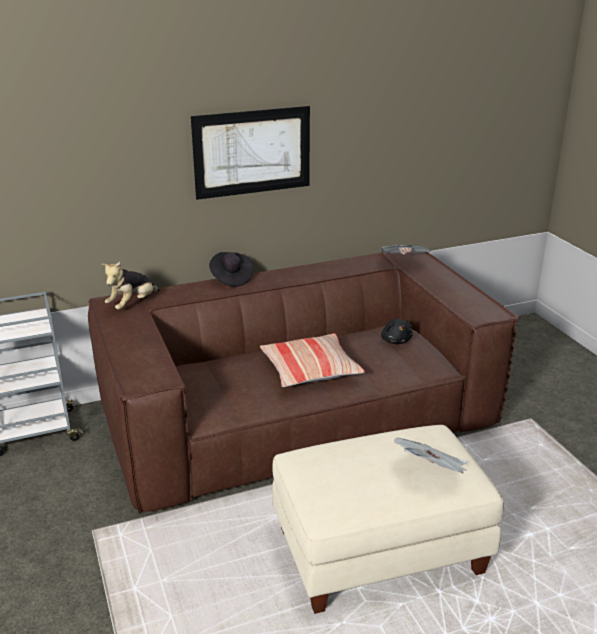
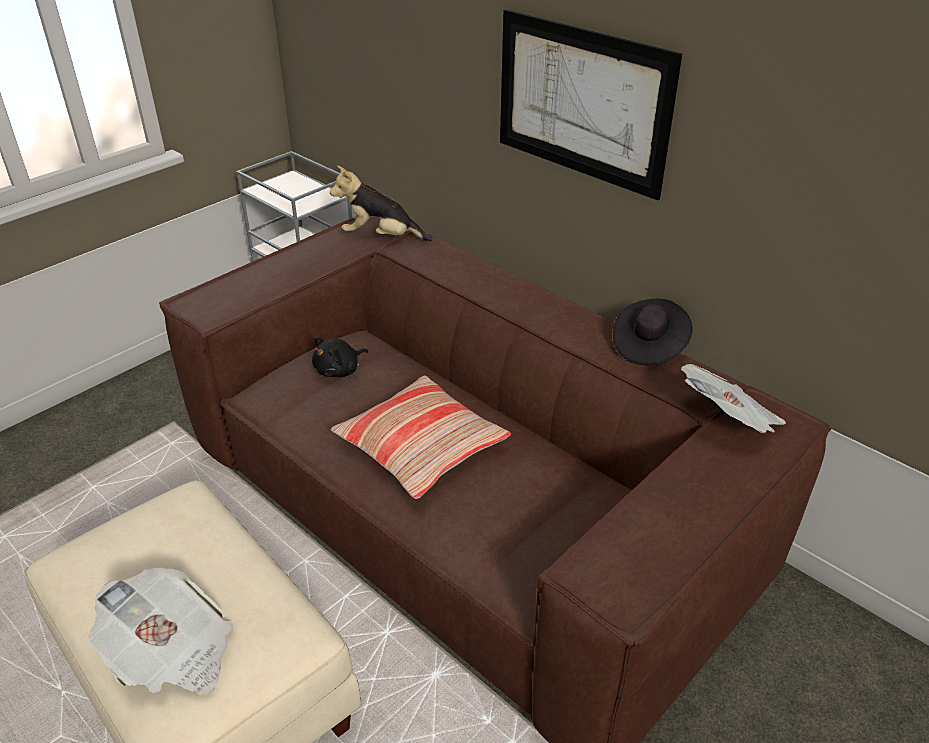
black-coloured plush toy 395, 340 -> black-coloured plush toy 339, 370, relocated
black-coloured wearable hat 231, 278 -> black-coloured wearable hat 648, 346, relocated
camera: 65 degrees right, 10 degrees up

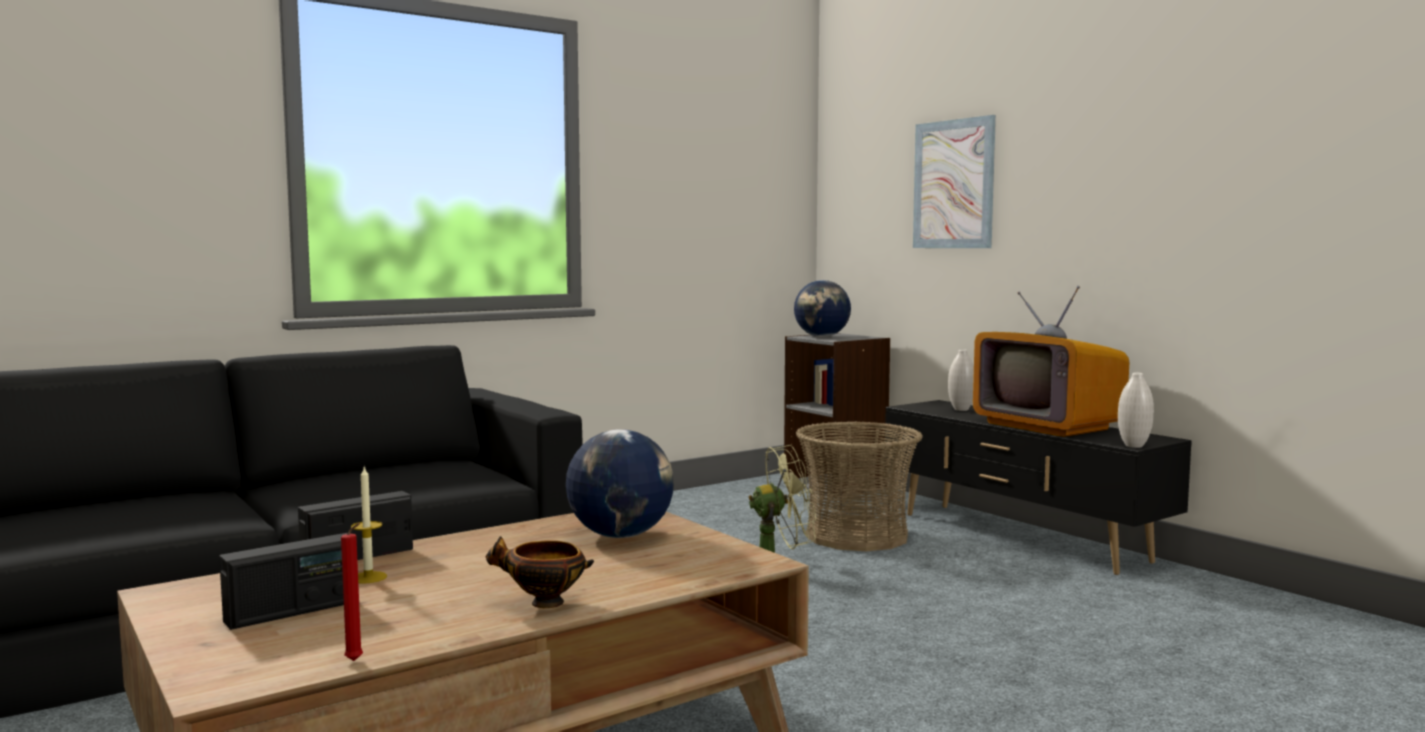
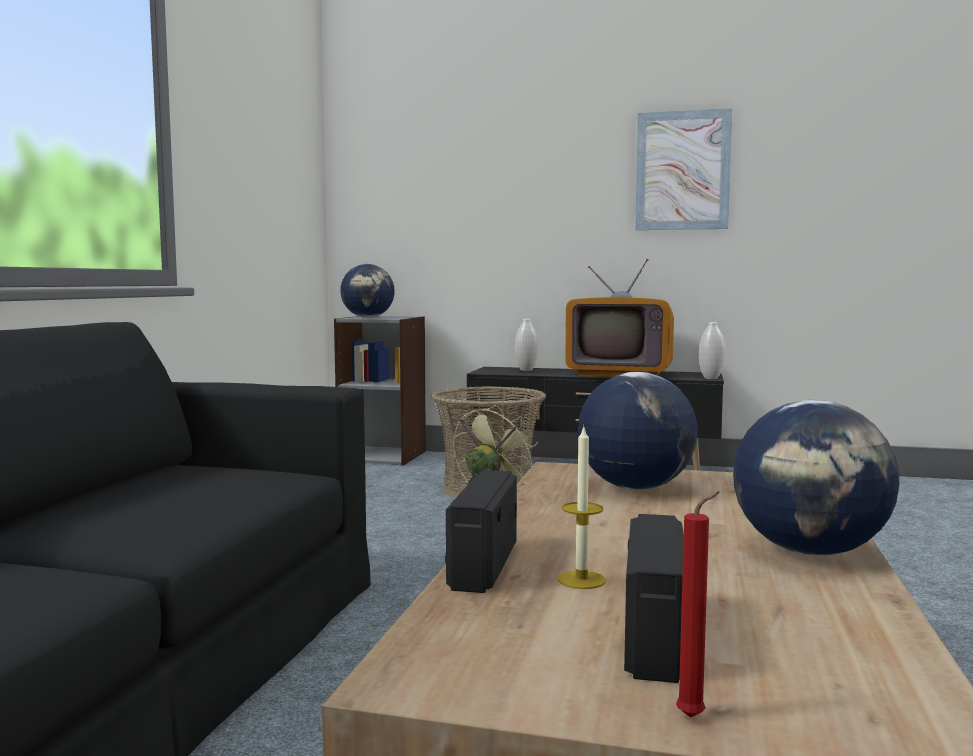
wall picture 953, 184 -> wall picture 682, 171, relocated
reddish wax light 356, 661 -> reddish wax light 695, 717, relocated
deep dish 543, 603 -> desk globe 811, 551
camera: 40 degrees left, 0 degrees up

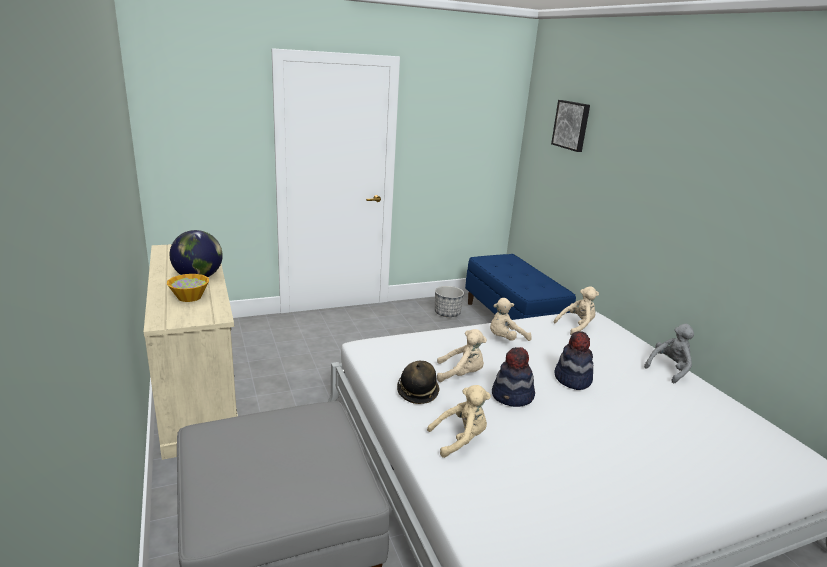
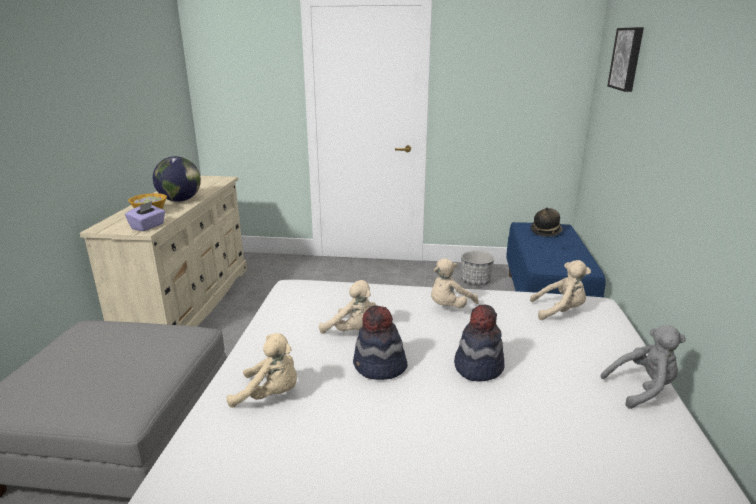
none -> purple-coloured box of tissues 148, 226
beige plush toy 505, 339 -> beige plush toy 449, 307, 45 degrees counterclockwise
wearable hat 417, 392 -> wearable hat 545, 231, relocated
camera: 30 degrees right, 0 degrees up

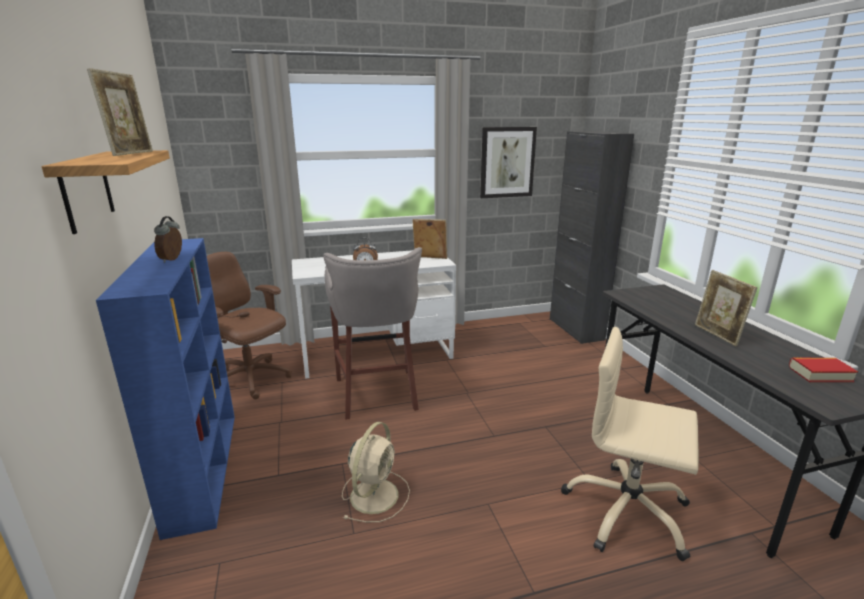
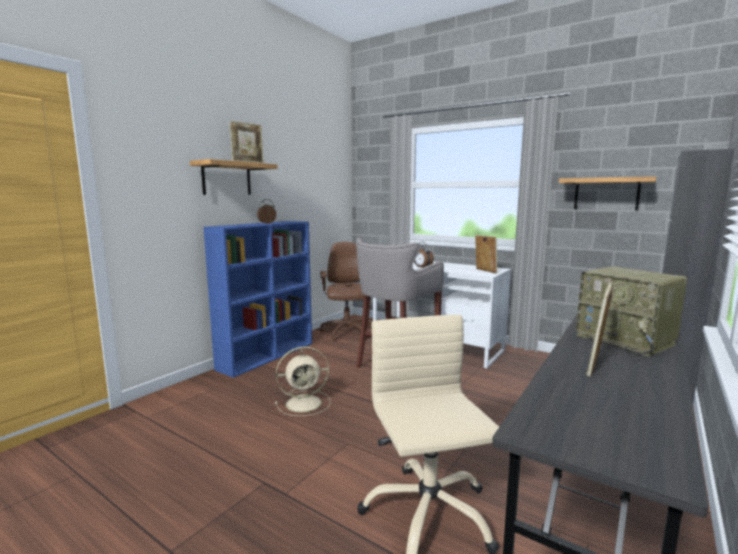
wall picture 507, 162 -> shelf 606, 194
none -> radio set 626, 340
volume 820, 374 -> none
camera: 50 degrees right, 10 degrees down

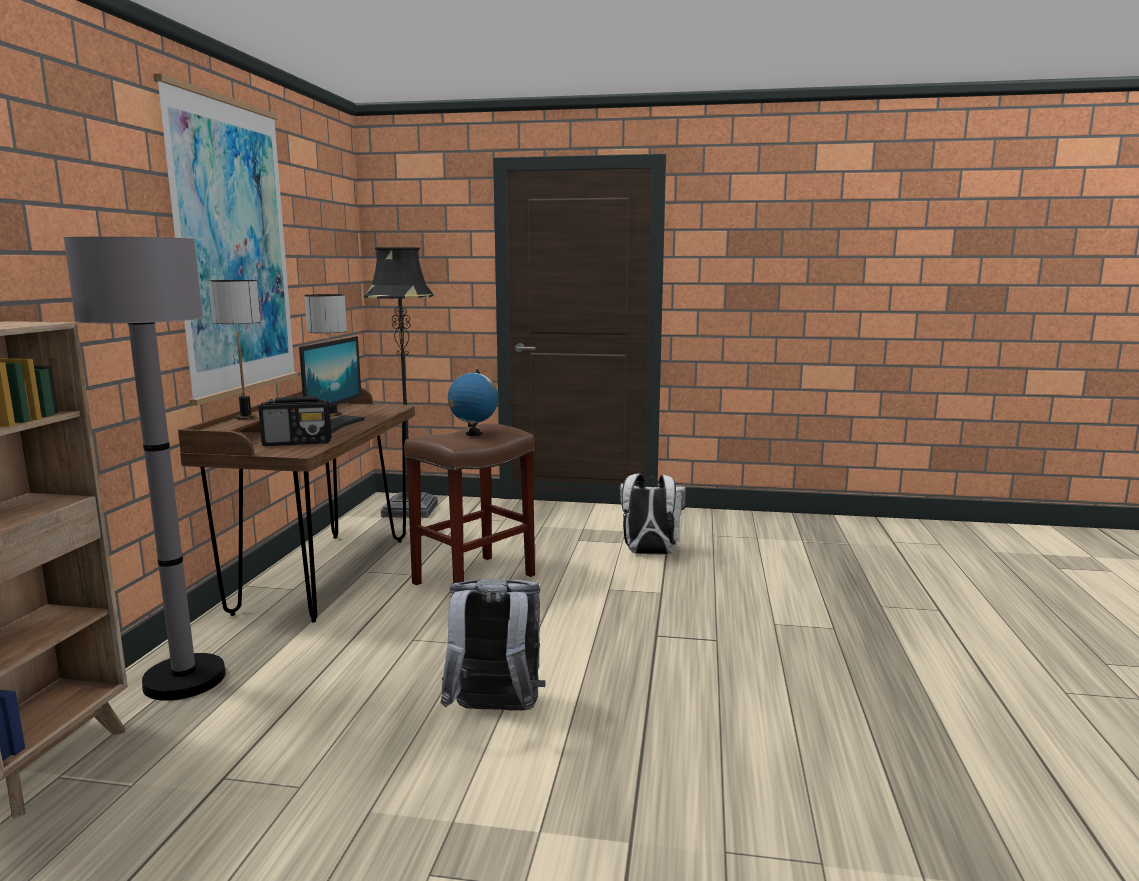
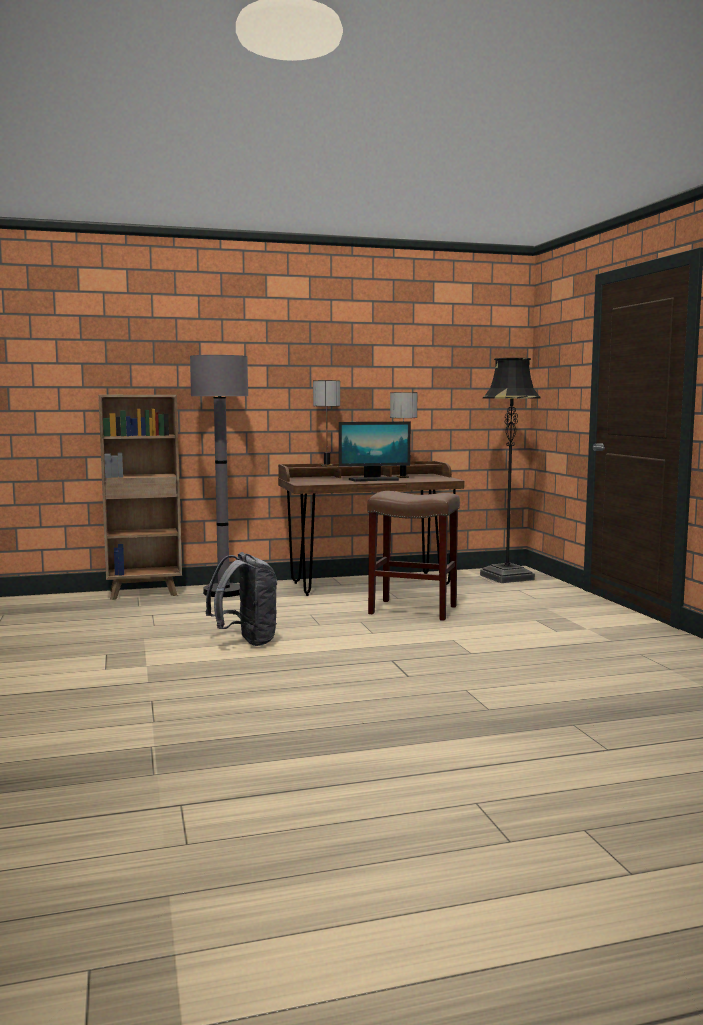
wall picture 233, 248 -> none
radio set 298, 443 -> none
desk globe 473, 434 -> none
white backpack 649, 553 -> none
camera: 65 degrees right, 5 degrees down

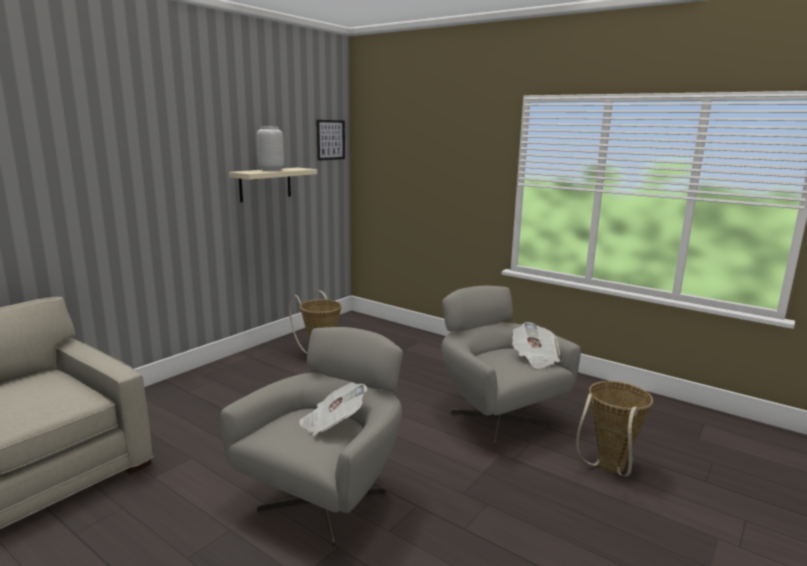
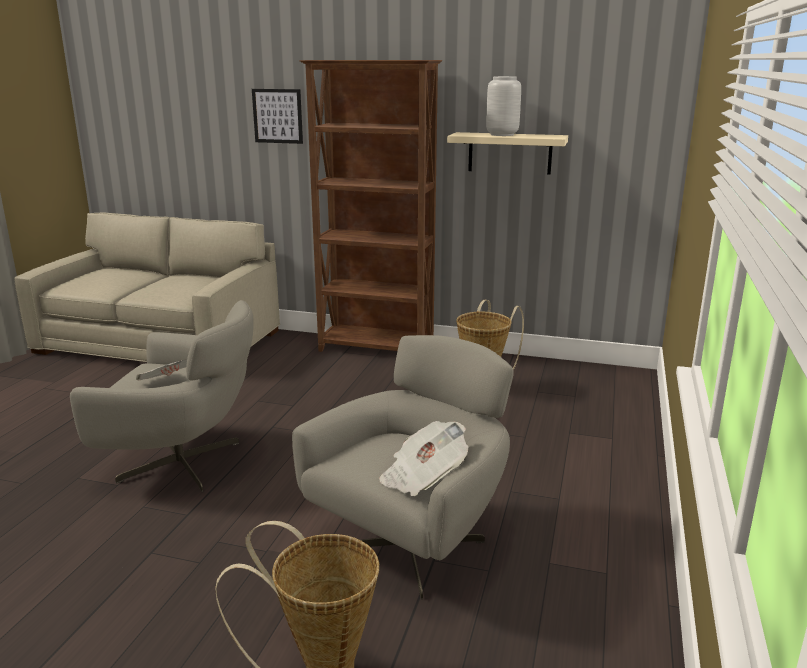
wall picture 330, 140 -> wall picture 277, 116, relocated
none -> brownish bookshelf 377, 349
camera: 70 degrees right, 5 degrees up

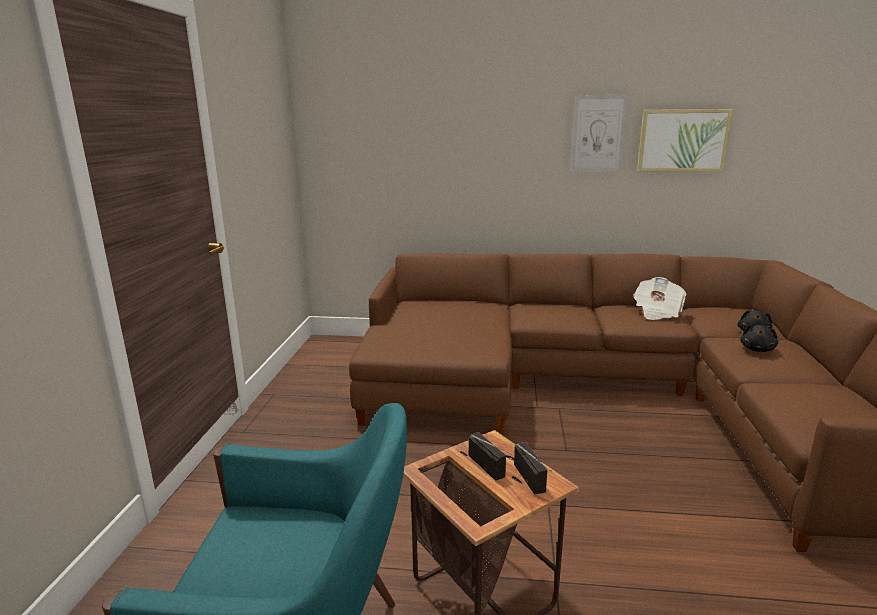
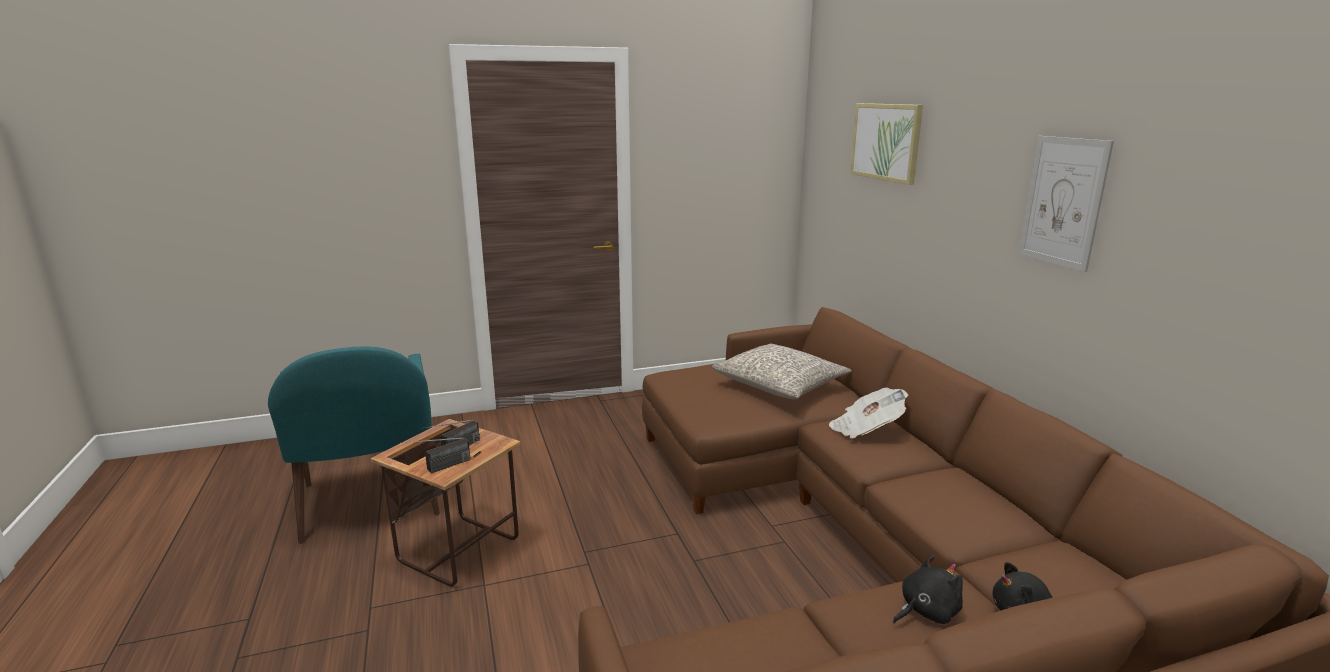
none -> greyish pillow 780, 385
newspaper 657, 312 -> newspaper 866, 429, relocated
wall picture 682, 140 -> wall picture 886, 142, relocated
black-coloured plush toy 757, 349 -> black-coloured plush toy 926, 611, 150 degrees clockwise
camera: 65 degrees right, 0 degrees up

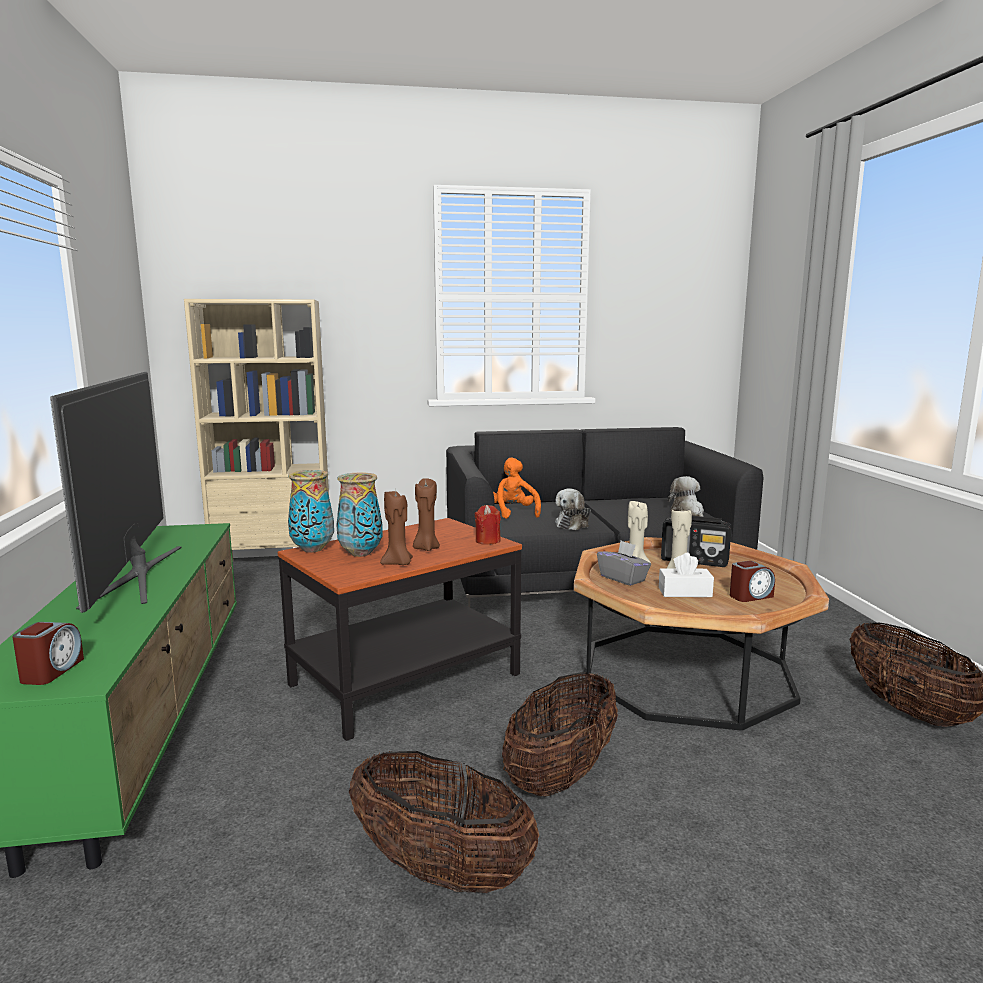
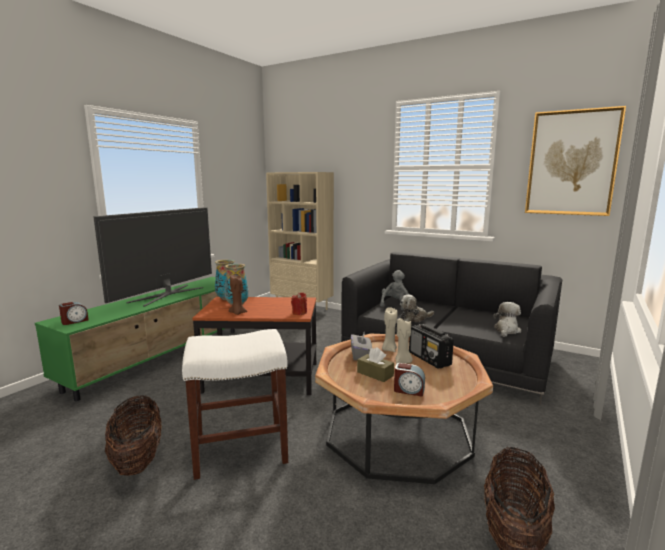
household basket 561, 775 -> white sitting stool 242, 449
white box of tissues 685, 592 -> brownish box of tissues 375, 374
orange-coloured plush toy 513, 513 -> greyish plush toy 395, 304
none -> wall picture 571, 163
brownish wax light 426, 548 -> none
camera: 40 degrees right, 0 degrees up

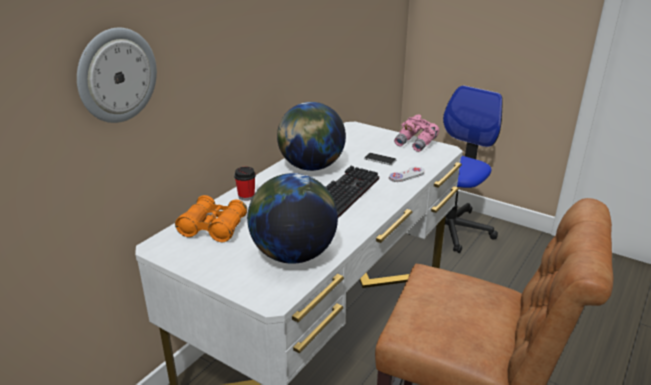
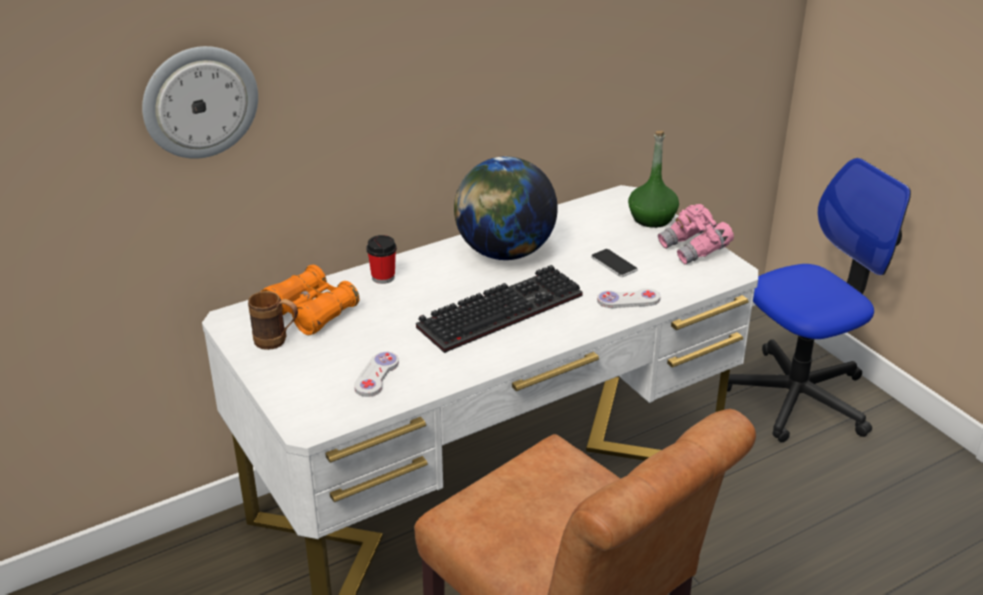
none -> brownish coffee mug 277, 342
desk globe 293, 254 -> white joypad 376, 375
none -> green-coloured bottle 651, 218
camera: 25 degrees right, 5 degrees up

